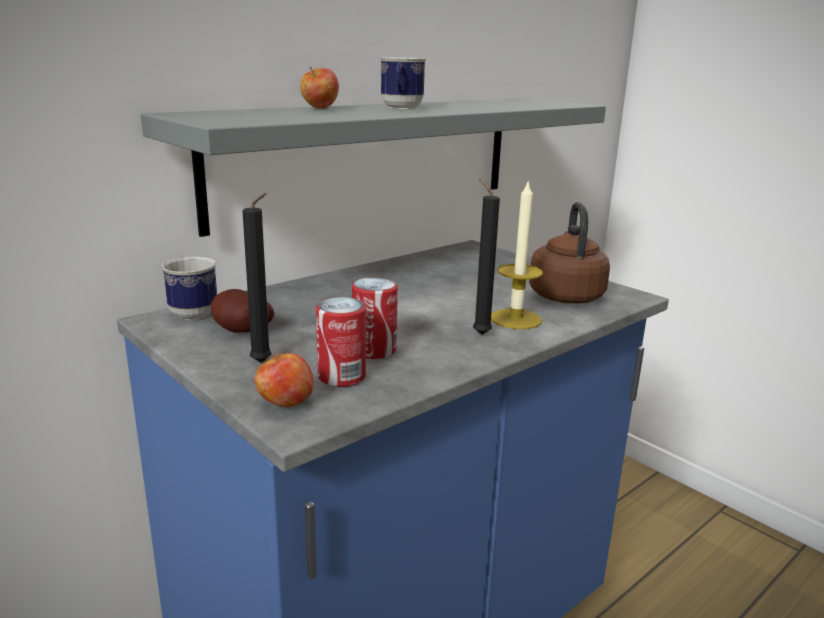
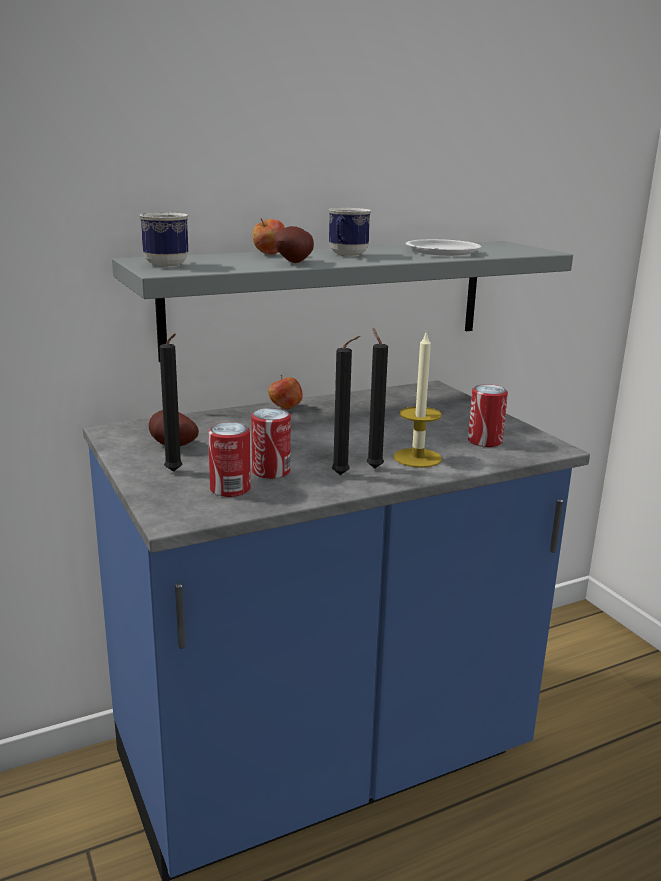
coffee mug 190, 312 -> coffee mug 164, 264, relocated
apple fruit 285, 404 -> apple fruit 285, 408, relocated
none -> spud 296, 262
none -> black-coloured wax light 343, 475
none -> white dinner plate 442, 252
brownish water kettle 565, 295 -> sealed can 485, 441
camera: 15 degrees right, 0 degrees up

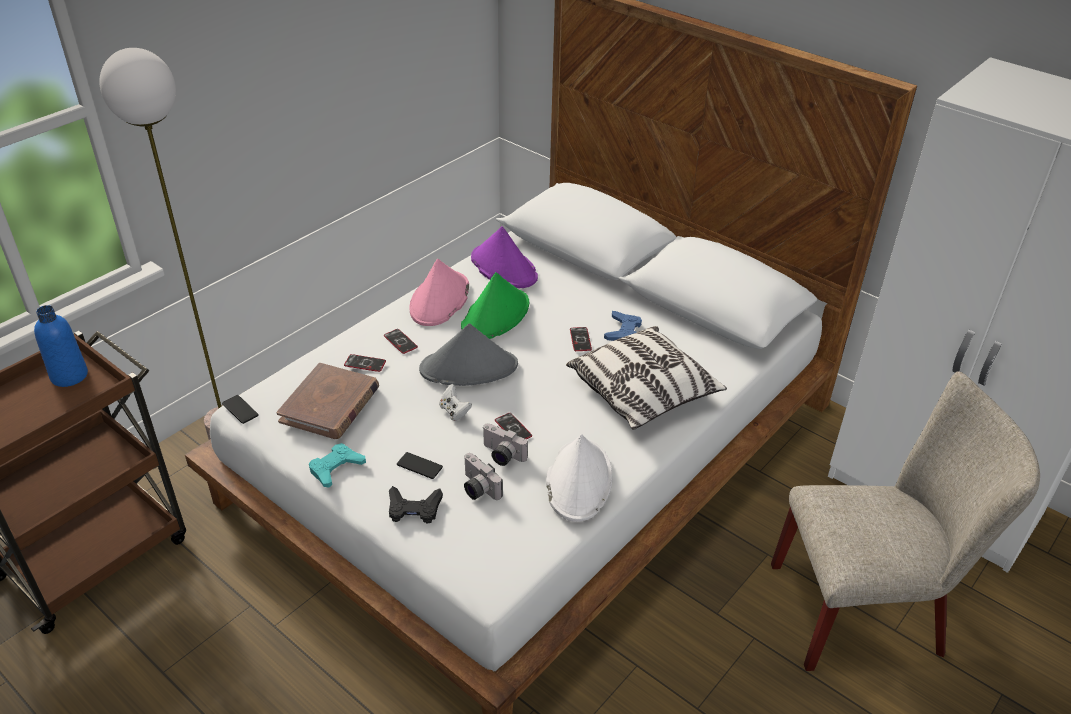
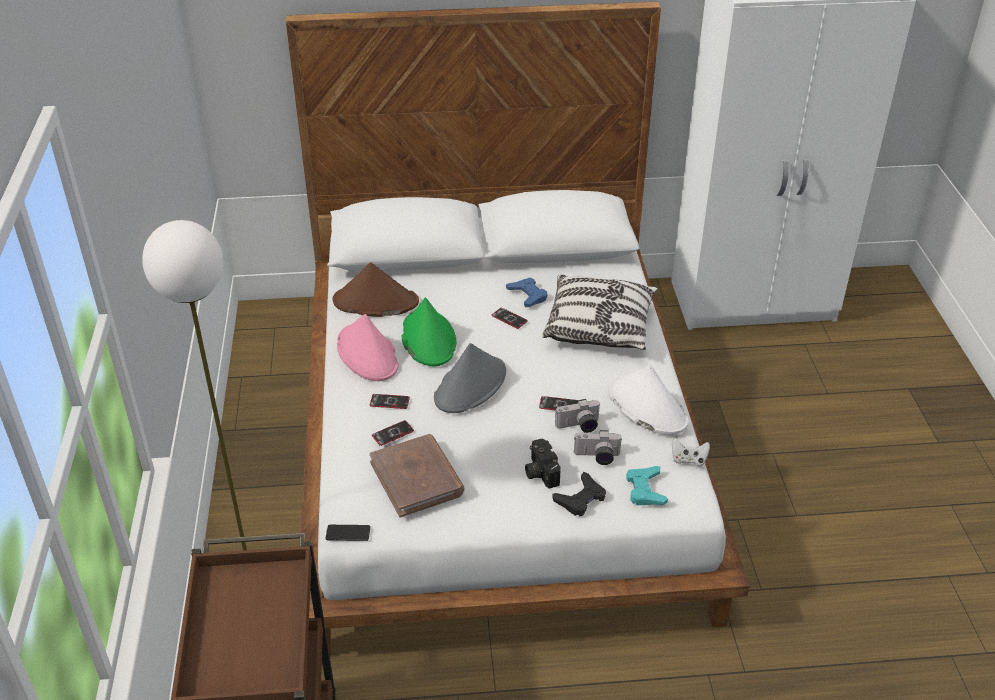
purple-coloured wearable hat 503, 267 -> brownish wearable hat 375, 302
telephone 419, 466 -> photo camera 539, 471
turquoise-coloured joypad 336, 468 -> turquoise-coloured joypad 645, 490, relocated
white joypad 454, 411 -> white joypad 688, 460, relocated
blue-coloured bottle 69, 376 -> none
beige upright chair 867, 609 -> none
camera: 45 degrees left, 0 degrees up

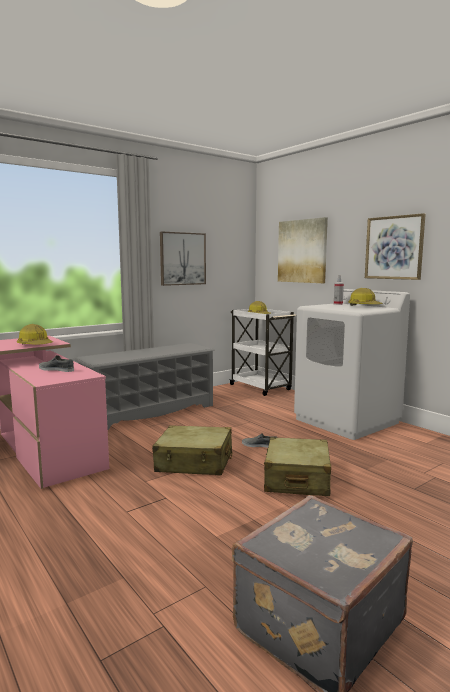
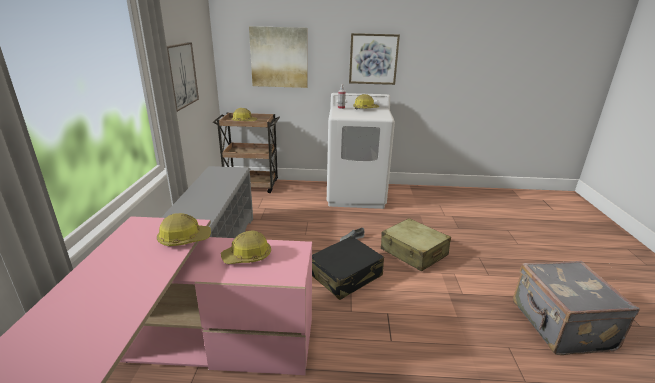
white wheeled cart 261, 387 -> brownish wheeled cart 252, 185
greyish shoe 56, 369 -> work helmet 247, 256
beige piece of luggage 194, 462 -> black-coloured piece of luggage 346, 275
camera: 50 degrees left, 15 degrees up

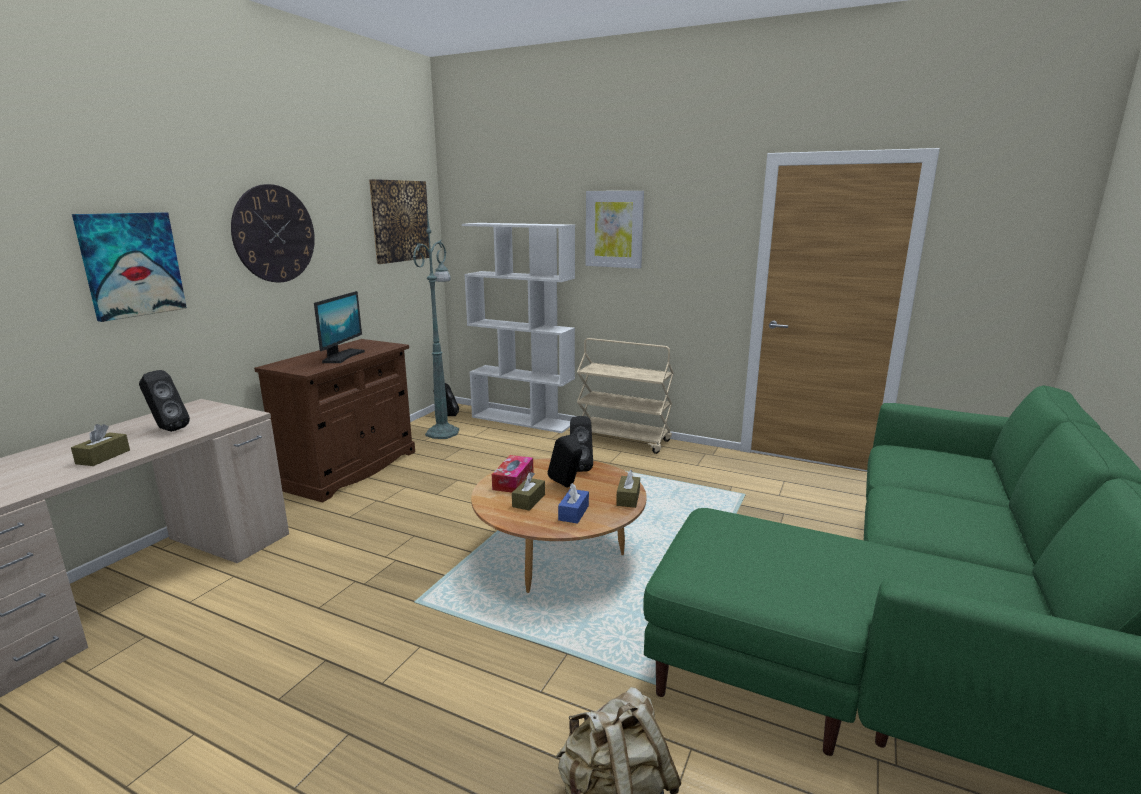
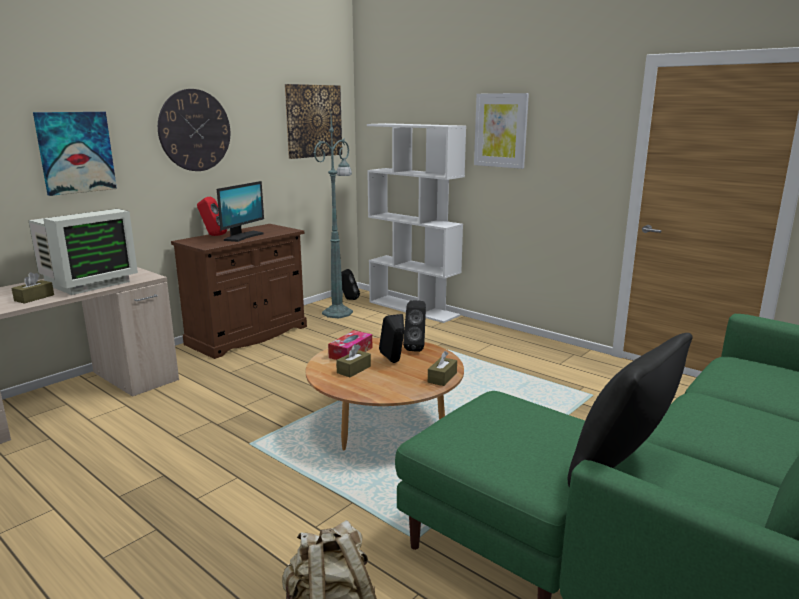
black-coloured speaker 167, 429 -> monitor 87, 283
none -> reddish speaker 212, 235
none -> black-coloured pillow 621, 468
blue-coloured box of tissues 573, 513 -> none
beige wheeled cart 623, 440 -> none
camera: 15 degrees right, 0 degrees up

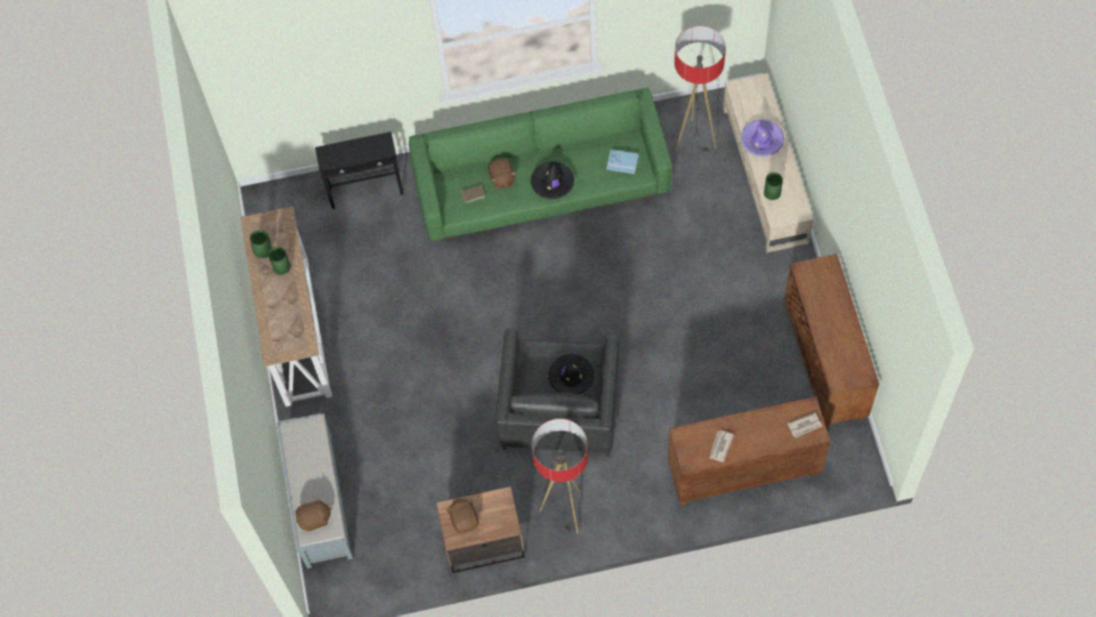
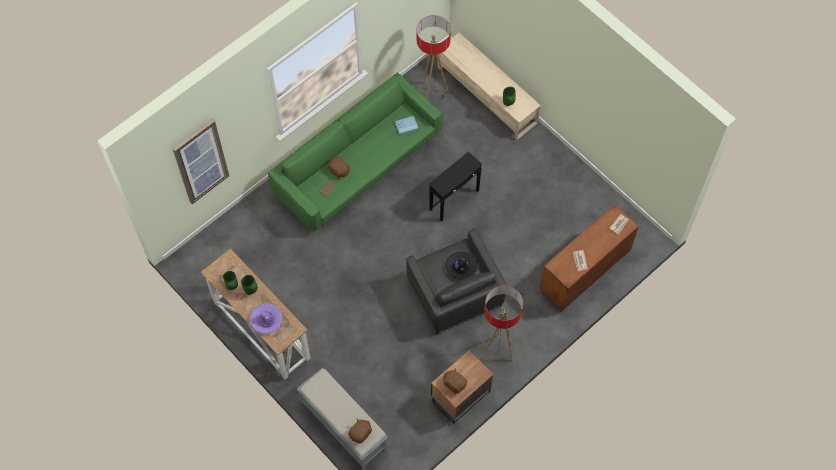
none -> wall picture 200, 161
purple-coloured wearable hat 762, 141 -> purple-coloured wearable hat 266, 320, relocated
black-coloured end table 366, 191 -> black-coloured end table 454, 200, relocated
black-coloured wearable hat 552, 183 -> none
brownish cabinet 825, 363 -> none
camera: 35 degrees left, 0 degrees up

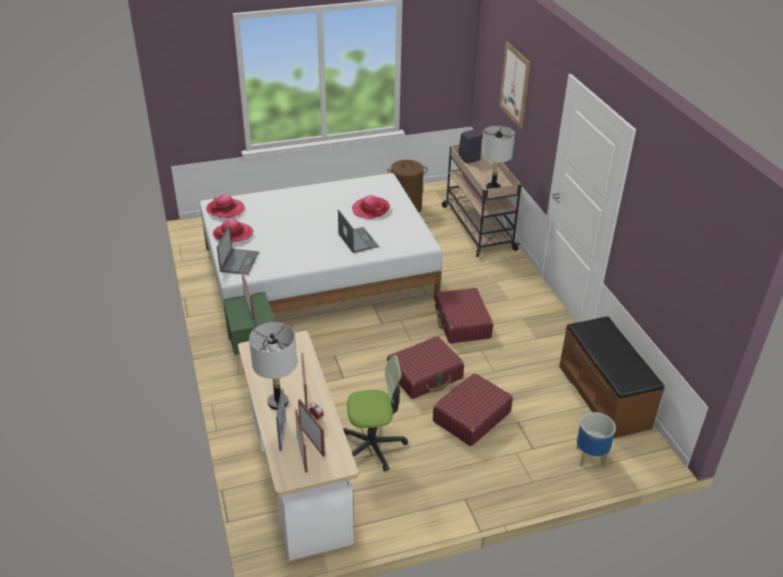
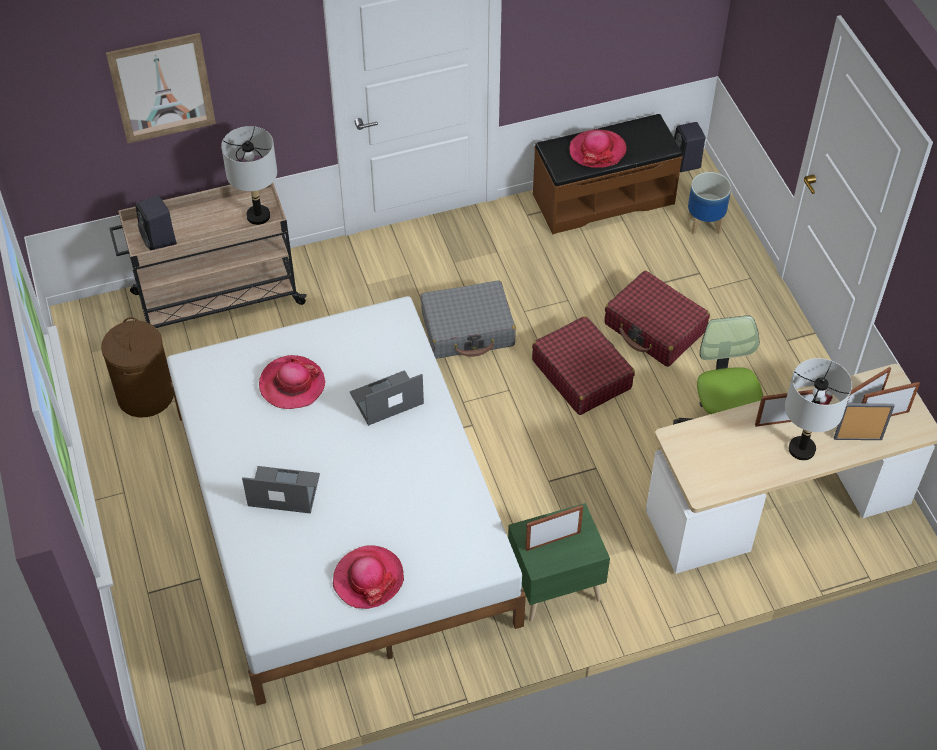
laptop 239, 261 -> laptop 283, 490, relocated
reddish piece of luggage 462, 323 -> greyish piece of luggage 468, 329
wearable hat 225, 209 -> wearable hat 597, 151, relocated
none -> black-coloured speaker 686, 163
camera: 90 degrees left, 15 degrees up

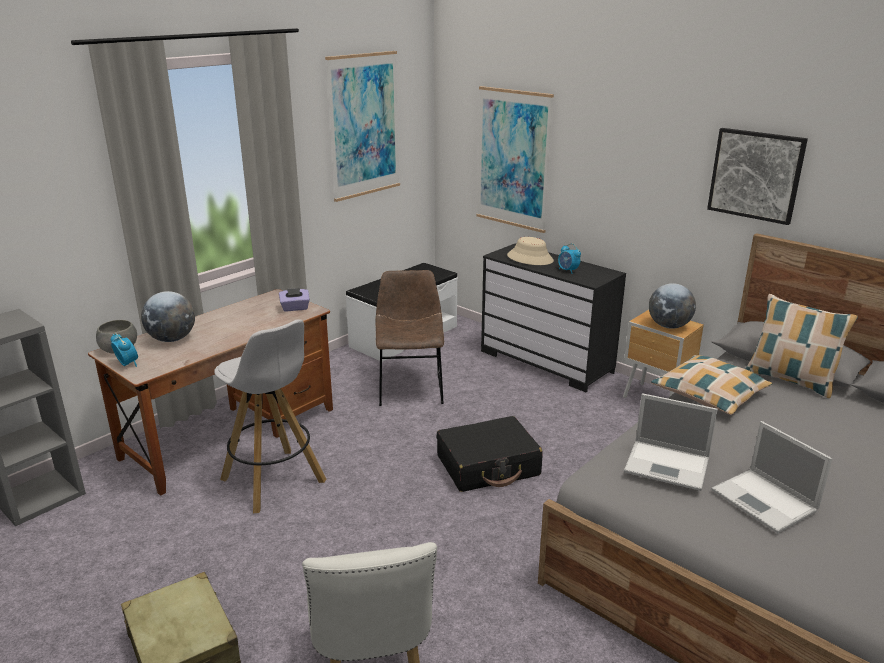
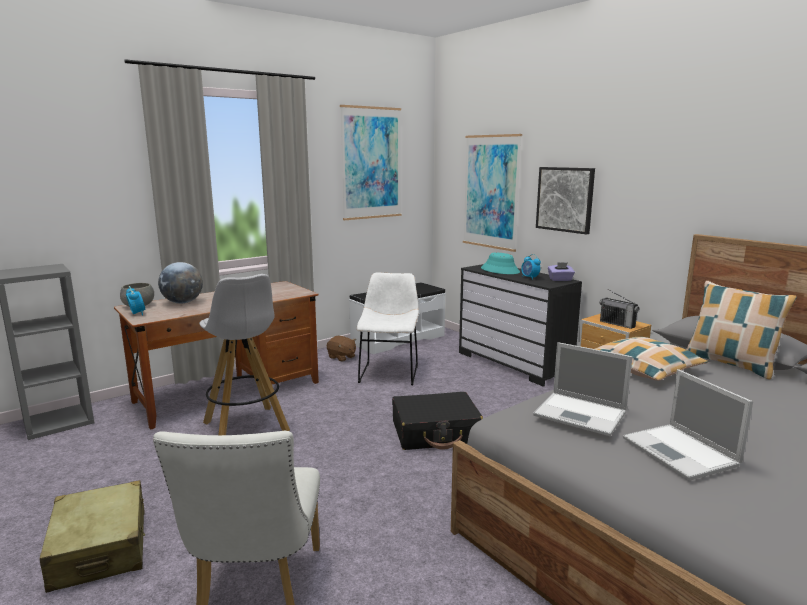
none -> brownish plush toy 341, 357
brownish upright chair 410, 387 -> white upright chair 389, 372
beige wearable hat 530, 258 -> turquoise-coloured wearable hat 500, 270
wall picture 755, 175 -> wall picture 565, 199, relocated
purple-coloured box of tissues 295, 308 -> purple-coloured box of tissues 560, 279, relocated
desk globe 669, 326 -> radio set 617, 324
camera: 10 degrees right, 10 degrees down

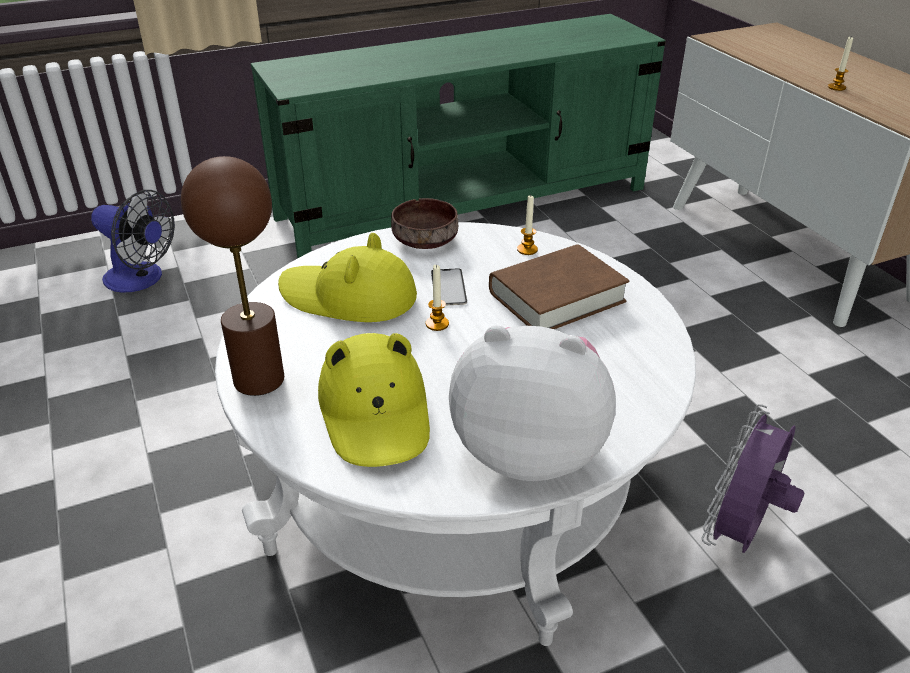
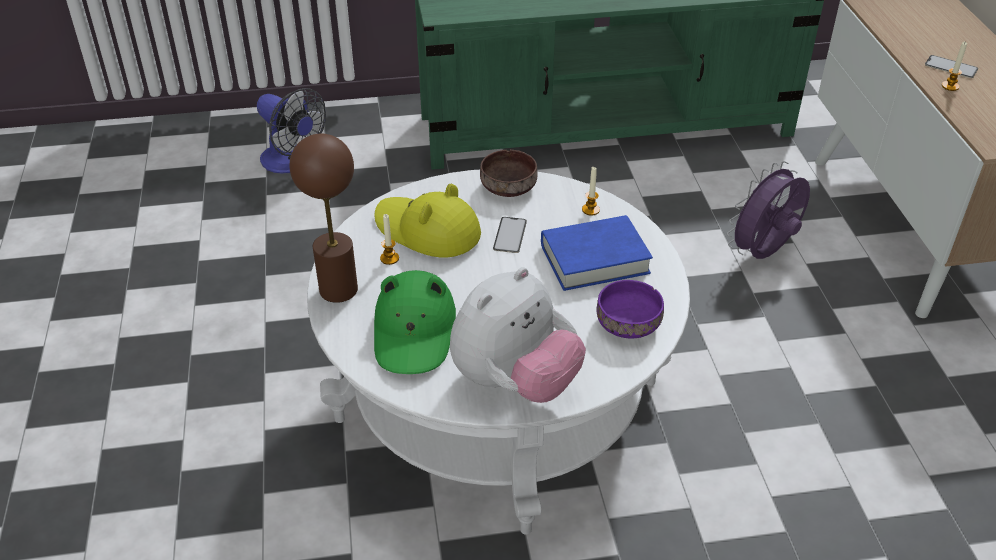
yellow wearable hat 376, 412 -> green-coloured wearable hat 414, 332
wax light 437, 324 -> wax light 389, 258, relocated
plush toy 530, 449 -> plush toy 515, 382, 105 degrees clockwise
brownish volume 556, 297 -> blue-coloured volume 594, 259
none -> purple-coloured deep dish 626, 323
purple-coloured electric fan 739, 535 -> purple-coloured electric fan 764, 254, relocated
none -> telephone 951, 67
camera: 15 degrees right, 5 degrees up

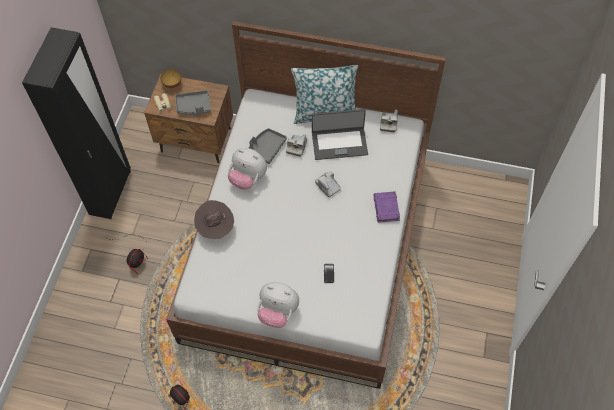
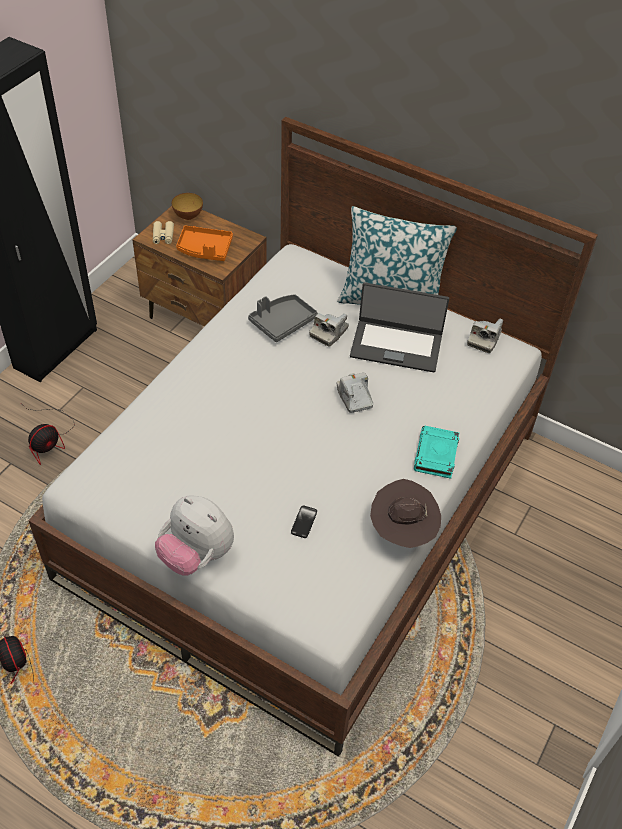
greyish carrying tray 193, 106 -> orange-coloured carrying tray 204, 249
brownish wearable hat 215, 228 -> brownish wearable hat 402, 531, relocated
purple-coloured volume 386, 208 -> turquoise-coloured volume 436, 455
plush toy 248, 178 -> none
camera: 15 degrees right, 10 degrees down

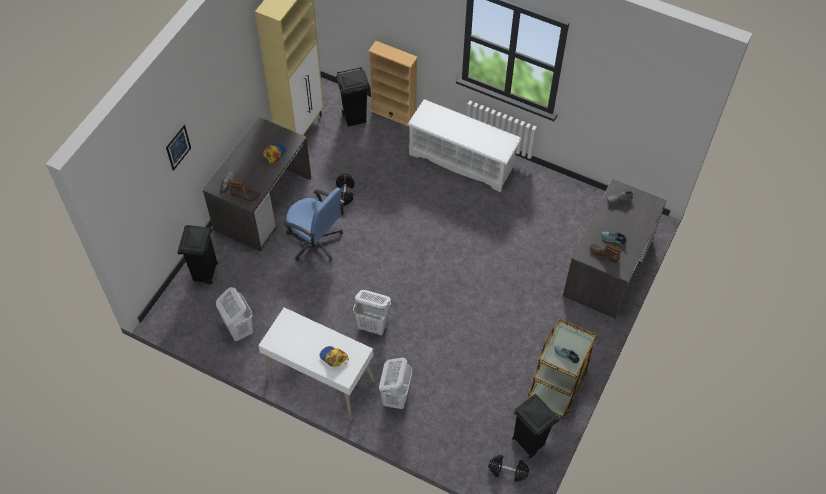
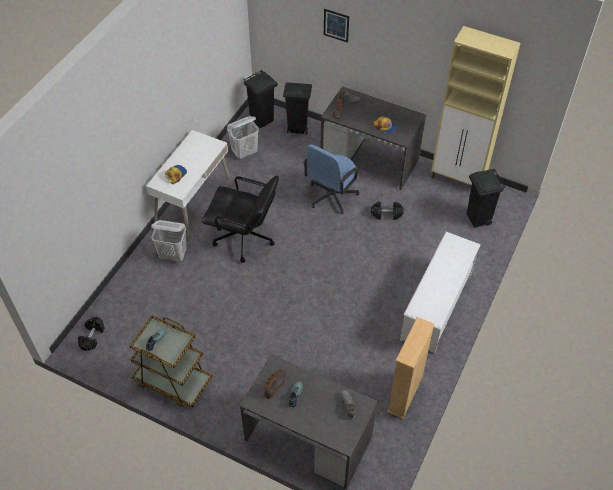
white washing basket 373, 325 -> black-coloured computer chair 244, 238
black-coloured trash can 528, 442 -> black-coloured trash can 262, 120, relocated
beige bookshelf 393, 114 -> beige bookshelf 405, 394, relocated
camera: 90 degrees right, 5 degrees down

